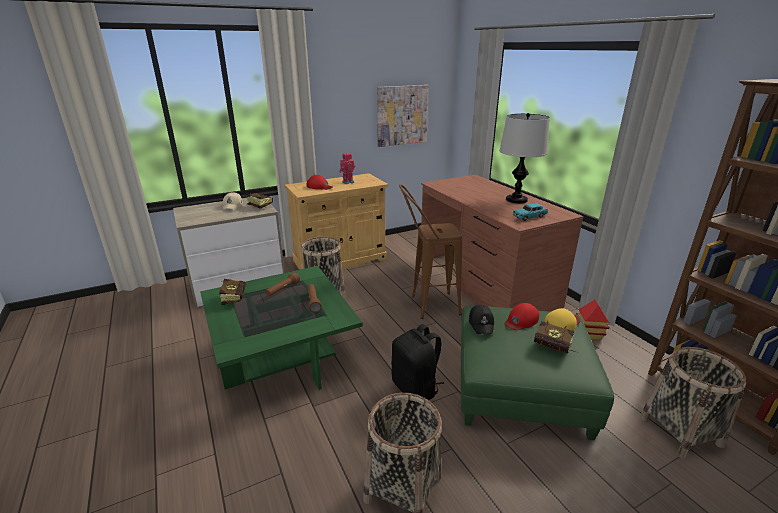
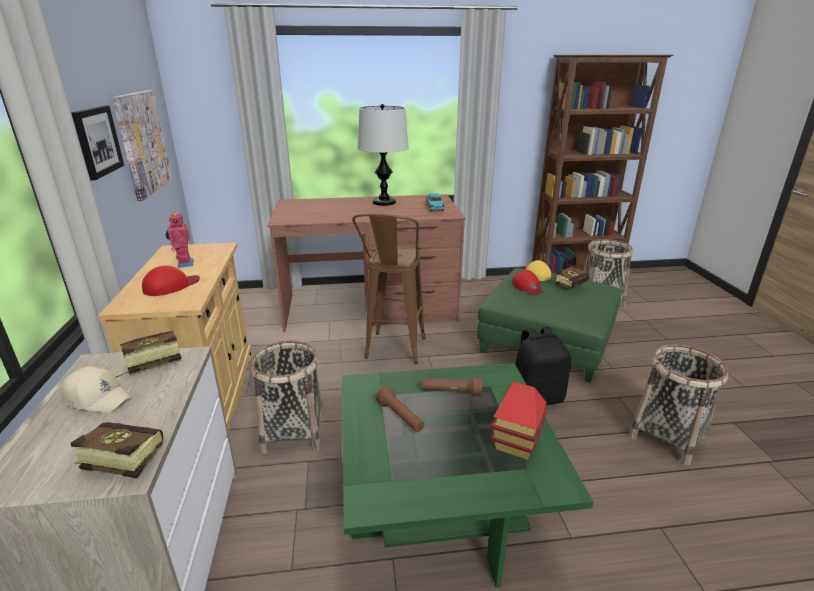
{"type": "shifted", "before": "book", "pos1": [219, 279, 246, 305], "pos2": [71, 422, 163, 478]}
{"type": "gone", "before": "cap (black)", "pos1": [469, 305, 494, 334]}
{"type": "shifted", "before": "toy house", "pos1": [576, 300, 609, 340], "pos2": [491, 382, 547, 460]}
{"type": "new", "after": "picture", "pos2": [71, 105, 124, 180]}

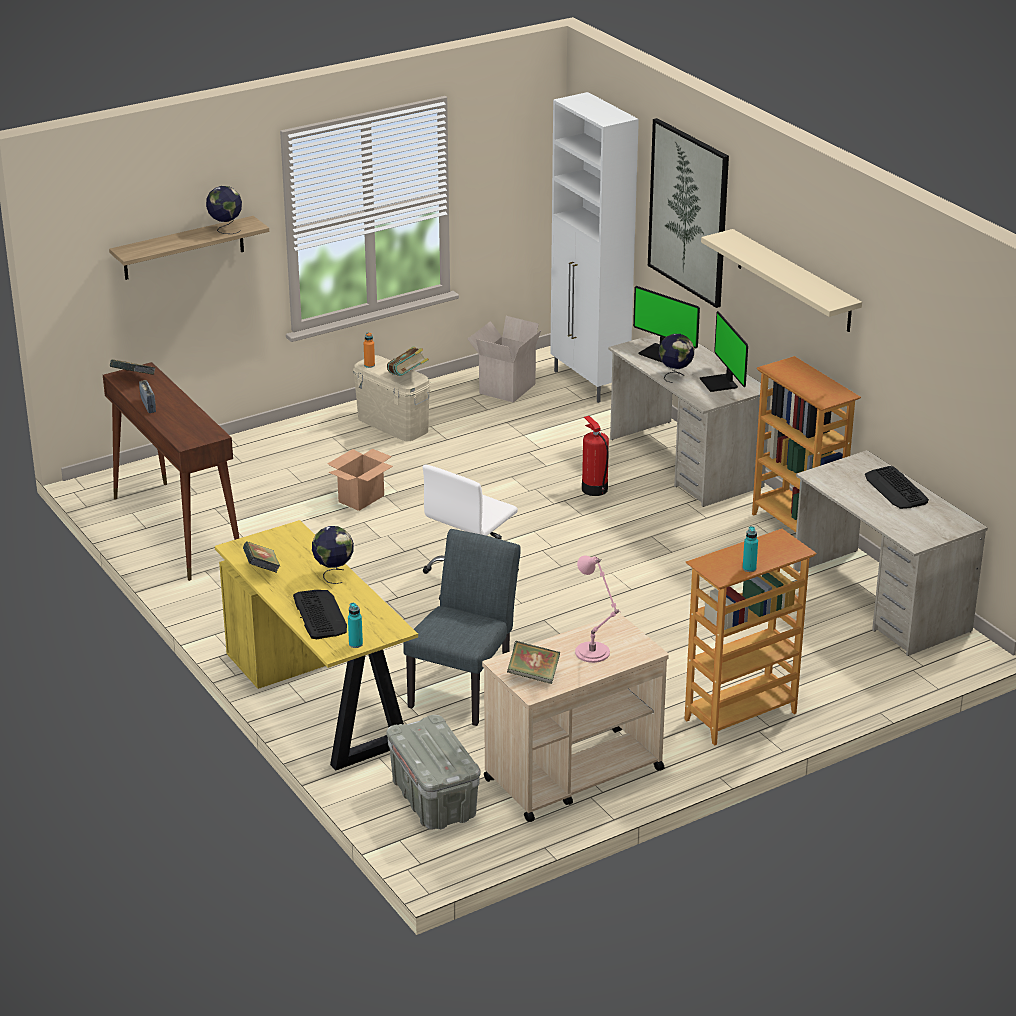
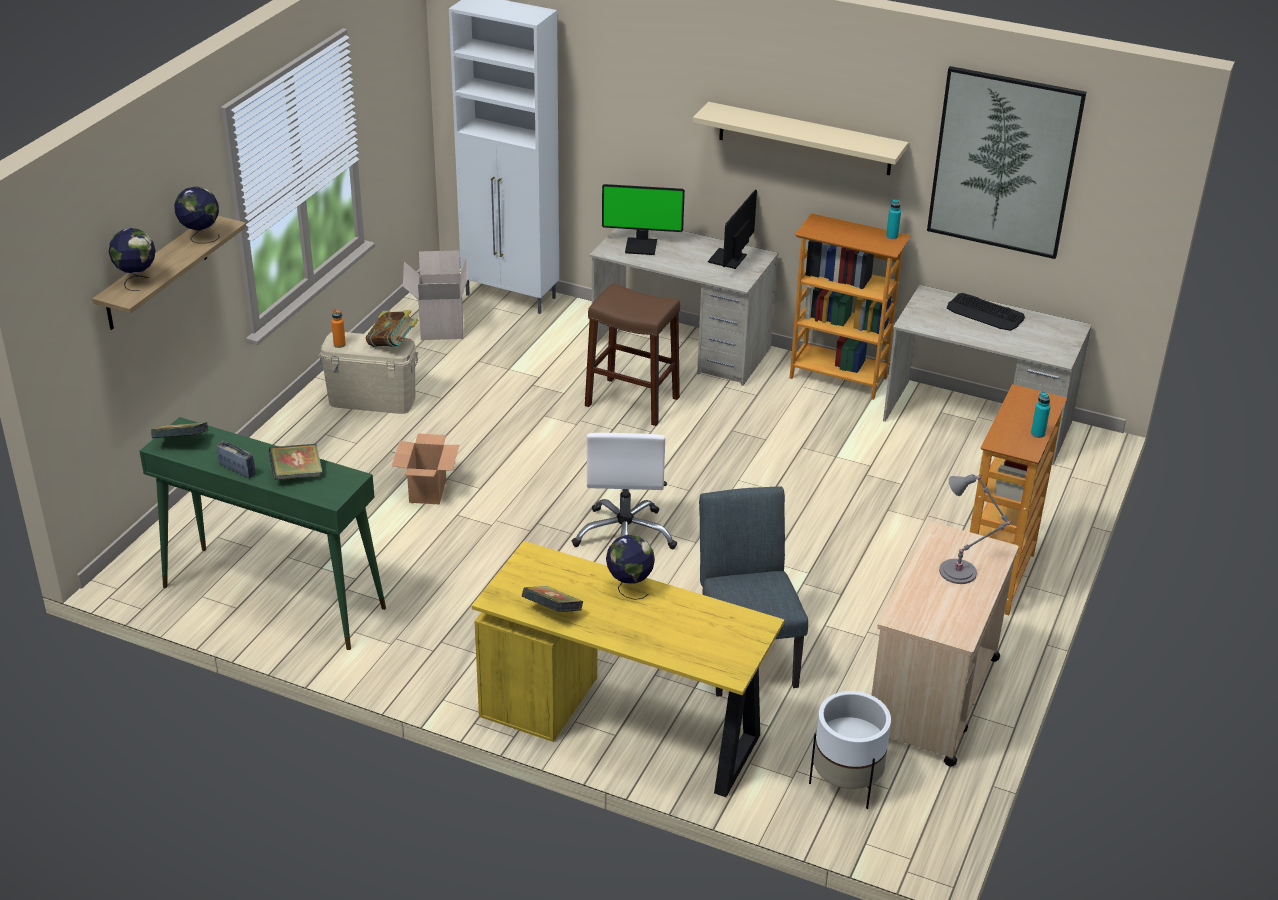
{"type": "repainted", "before": "console table (brown)", "after": "console table (green)", "pos1": [103, 362, 239, 581], "pos2": [140, 417, 386, 650]}
{"type": "gone", "before": "keyboard", "pos1": [293, 590, 347, 639]}
{"type": "shifted", "before": "bottle (turquoise)", "pos1": [348, 603, 363, 648], "pos2": [886, 199, 901, 239]}
{"type": "swapped", "before": "storage box (grey)", "after": "planter (white)", "pos1": [387, 715, 481, 830], "pos2": [809, 691, 891, 809]}
{"type": "shifted", "before": "book", "pos1": [507, 641, 560, 684], "pos2": [269, 444, 322, 480]}
{"type": "repainted", "before": "table lamp (pink)", "after": "table lamp (grey)", "pos1": [575, 556, 620, 663], "pos2": [939, 474, 1011, 584]}
{"type": "swapped", "before": "fire extinguisher", "after": "stool (brown)", "pos1": [582, 416, 609, 496], "pos2": [585, 283, 680, 426]}
{"type": "shifted", "before": "picture", "pos1": [648, 118, 729, 308], "pos2": [927, 66, 1086, 259]}
{"type": "shifted", "before": "globe", "pos1": [659, 334, 694, 383], "pos2": [109, 228, 155, 291]}
{"type": "rotated", "before": "monitor", "pos1": [700, 311, 748, 392], "pos2": [708, 190, 757, 269], "turn": 75}

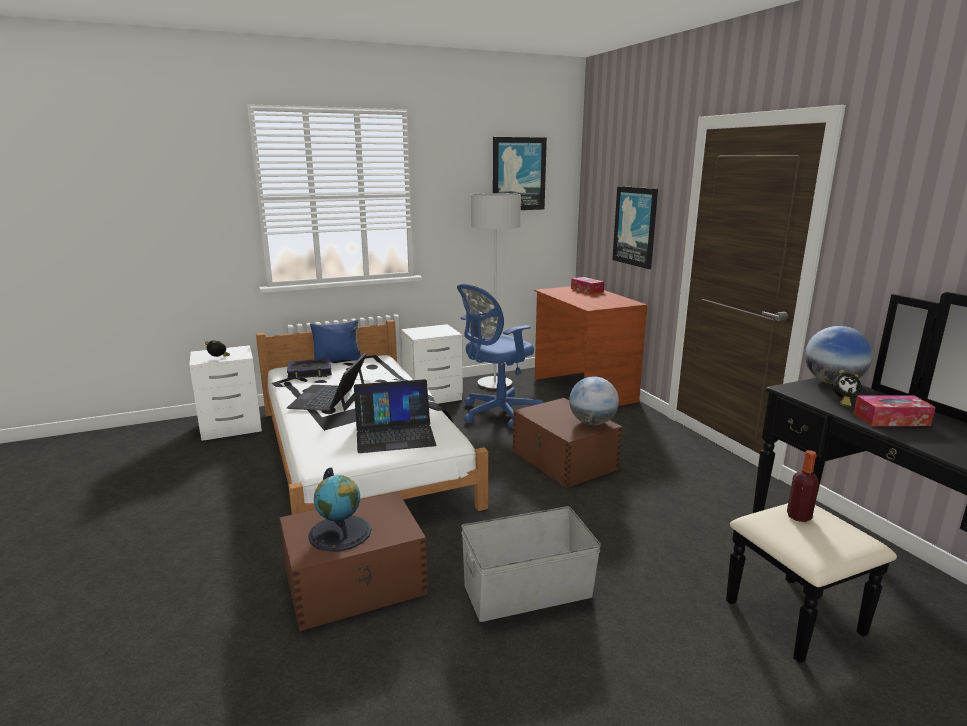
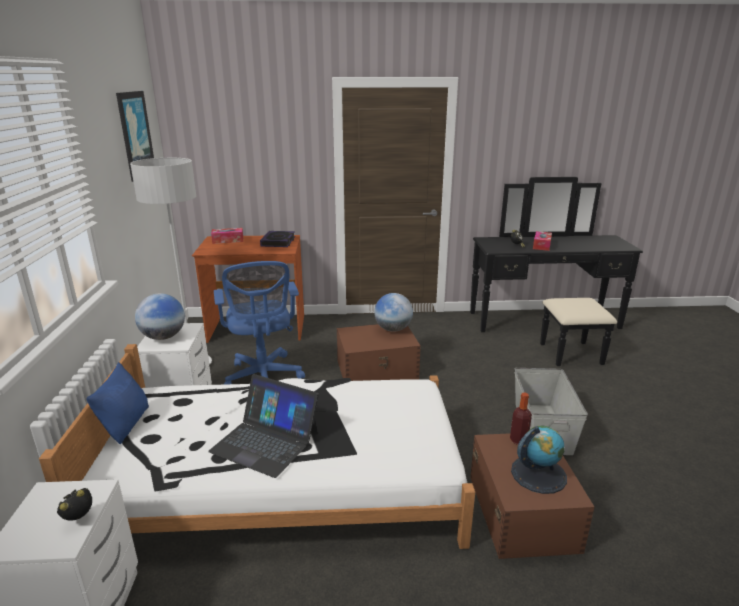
{"type": "shifted", "before": "book", "pos1": [287, 358, 332, 379], "pos2": [260, 231, 295, 247]}
{"type": "gone", "before": "laptop", "pos1": [354, 379, 436, 453]}
{"type": "gone", "before": "picture", "pos1": [612, 186, 658, 269]}
{"type": "shifted", "before": "bottle", "pos1": [787, 450, 819, 522], "pos2": [510, 393, 532, 445]}
{"type": "shifted", "before": "globe", "pos1": [805, 326, 873, 384], "pos2": [135, 293, 185, 340]}

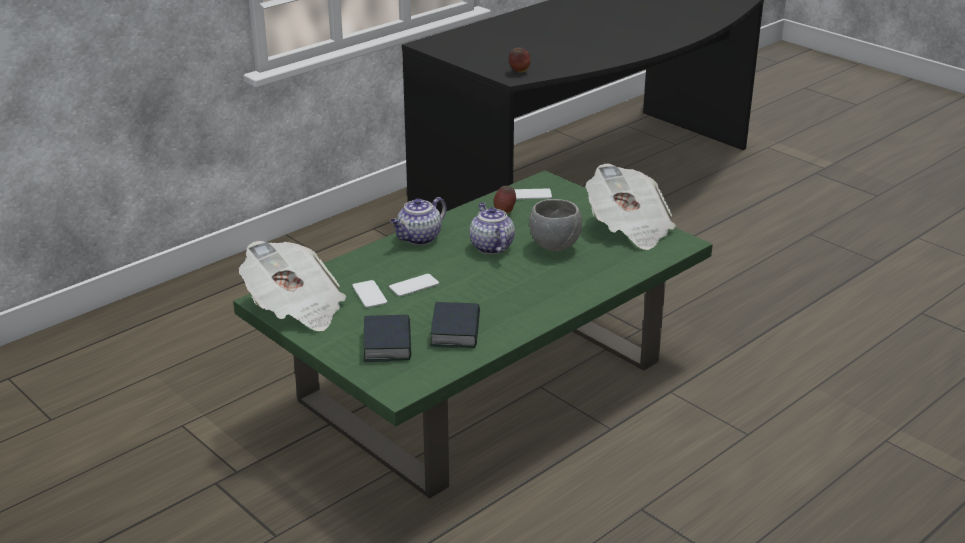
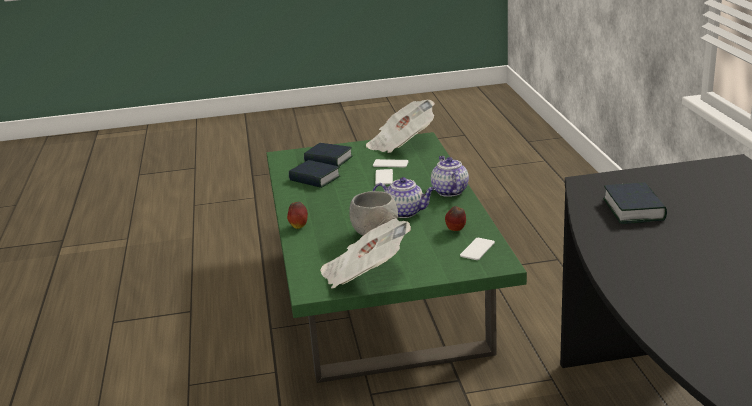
{"type": "shifted", "before": "apple", "pos1": [509, 47, 530, 73], "pos2": [287, 202, 308, 229]}
{"type": "new", "after": "book", "pos2": [603, 182, 667, 224]}

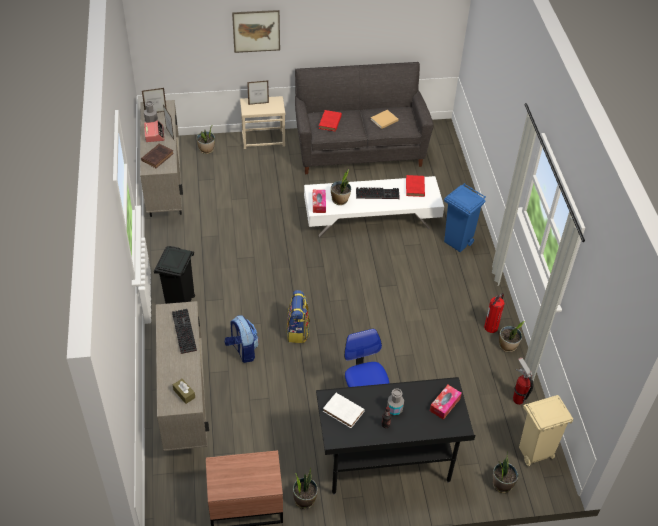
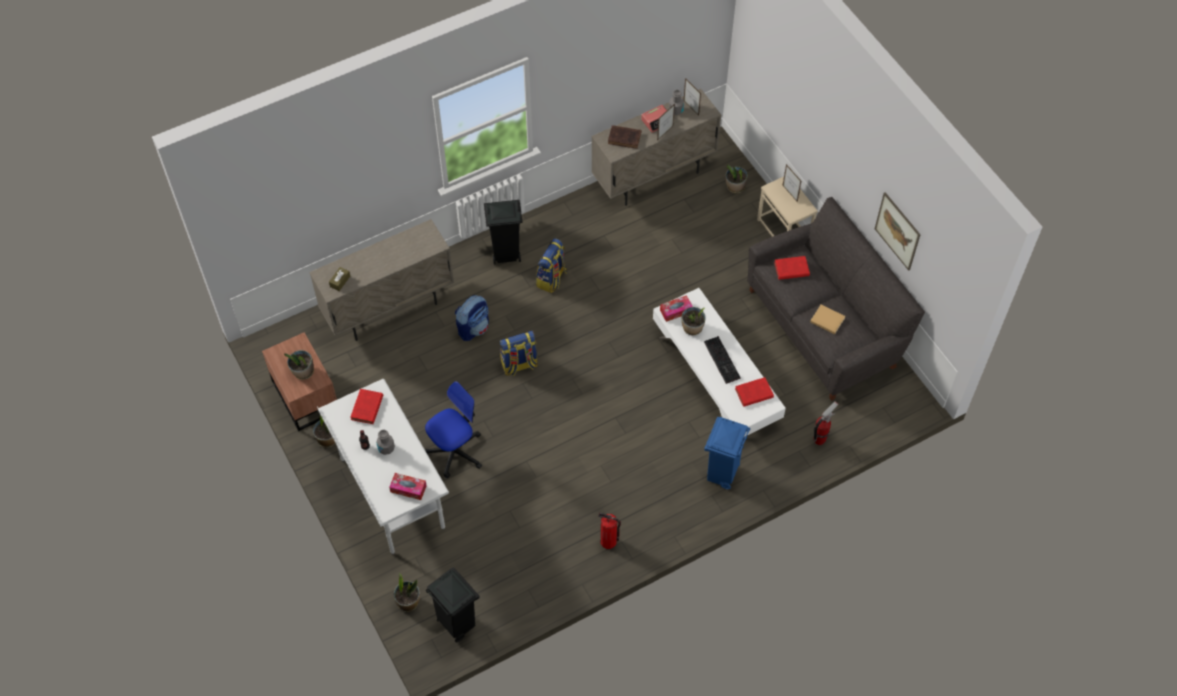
{"type": "gone", "before": "keyboard", "pos1": [172, 309, 197, 354]}
{"type": "shifted", "before": "picture", "pos1": [232, 10, 280, 53], "pos2": [875, 192, 921, 271]}
{"type": "repainted", "before": "desk (black)", "after": "desk (white)", "pos1": [316, 377, 475, 495], "pos2": [317, 379, 449, 554]}
{"type": "repainted", "before": "book (white)", "after": "book (red)", "pos1": [323, 393, 365, 428], "pos2": [350, 389, 383, 424]}
{"type": "shifted", "before": "potted plant", "pos1": [499, 321, 525, 352], "pos2": [284, 350, 314, 380]}
{"type": "shifted", "before": "fire extinguisher", "pos1": [513, 358, 533, 405], "pos2": [814, 401, 839, 445]}
{"type": "repainted", "before": "trash can (beige)", "after": "trash can (black)", "pos1": [519, 395, 573, 466], "pos2": [426, 567, 480, 642]}
{"type": "new", "after": "backpack", "pos2": [536, 238, 567, 293]}

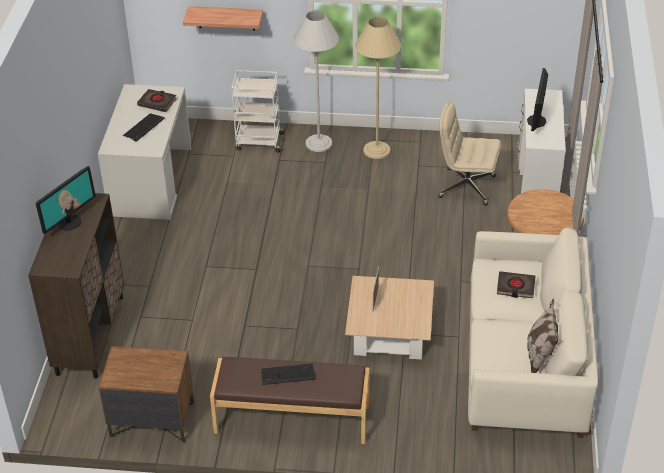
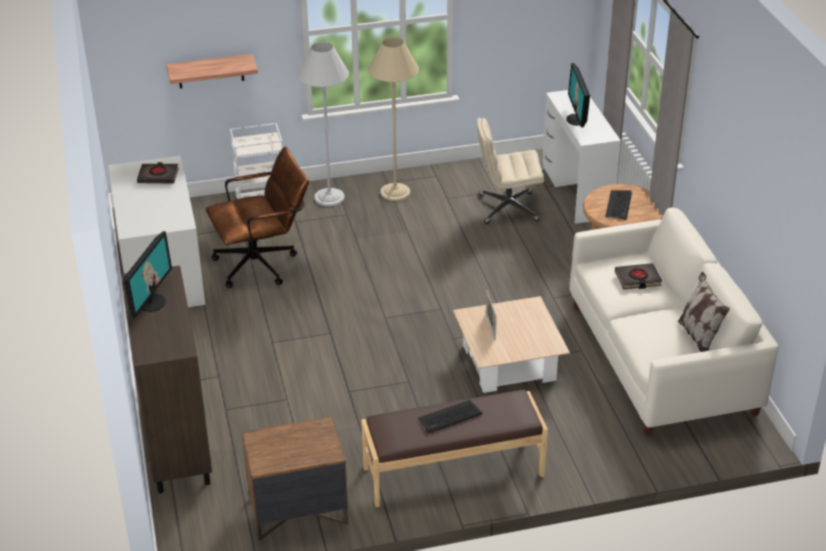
{"type": "shifted", "before": "keyboard", "pos1": [123, 113, 165, 141], "pos2": [605, 190, 632, 220]}
{"type": "new", "after": "office chair (brown)", "pos2": [206, 147, 309, 288]}

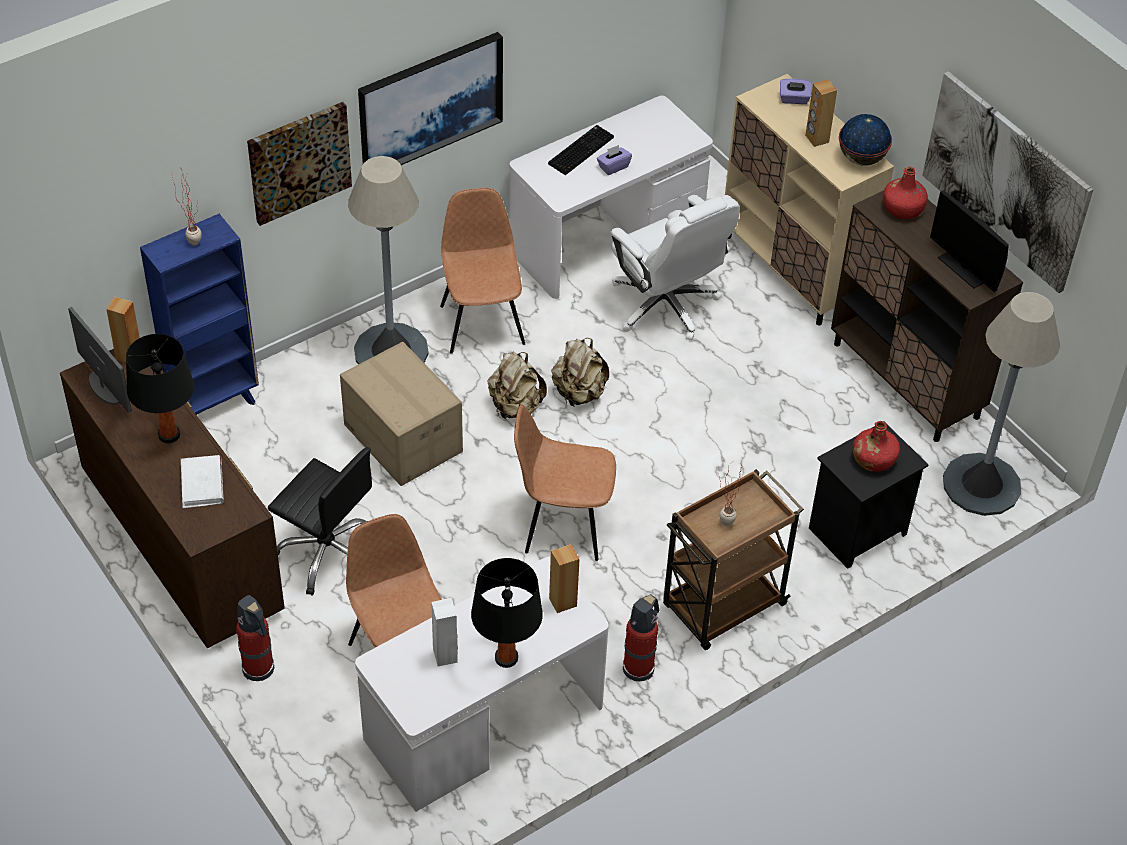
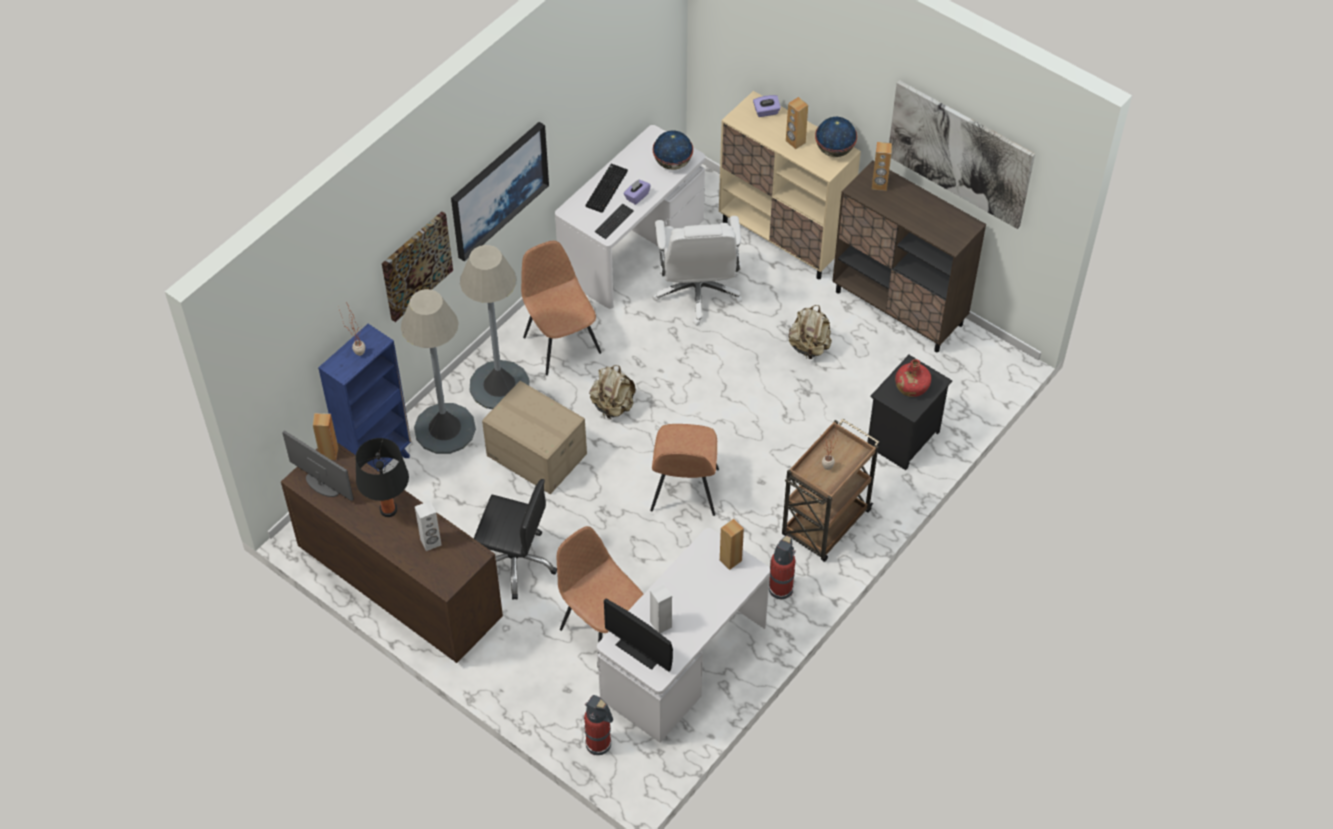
{"type": "swapped", "before": "book (white)", "after": "speaker (white)", "pos1": [181, 455, 224, 508], "pos2": [415, 501, 441, 551]}
{"type": "shifted", "before": "fire extinguisher", "pos1": [236, 595, 274, 681], "pos2": [584, 695, 613, 755]}
{"type": "gone", "before": "table lamp (black)", "pos1": [471, 558, 543, 668]}
{"type": "rotated", "before": "chair (brown)", "pos1": [514, 404, 616, 561], "pos2": [650, 424, 719, 516], "turn": -75}
{"type": "shifted", "before": "backpack (beige)", "pos1": [551, 338, 609, 407], "pos2": [788, 305, 832, 360]}
{"type": "rotated", "before": "office chair (white)", "pos1": [610, 195, 740, 340], "pos2": [652, 216, 742, 326], "turn": 45}
{"type": "swapped", "before": "bottle (red)", "after": "speaker (brown)", "pos1": [883, 167, 928, 219], "pos2": [872, 142, 892, 191]}
{"type": "shifted", "before": "monitor", "pos1": [930, 190, 1009, 292], "pos2": [604, 598, 673, 672]}
{"type": "shifted", "before": "floor lamp (grey)", "pos1": [943, 292, 1060, 516], "pos2": [401, 289, 476, 454]}
{"type": "new", "after": "keyboard", "pos2": [594, 204, 634, 239]}
{"type": "new", "after": "globe", "pos2": [653, 130, 693, 170]}

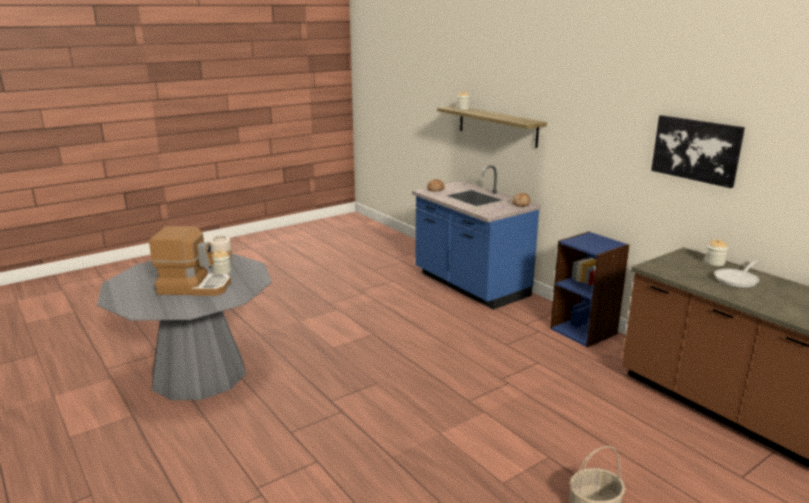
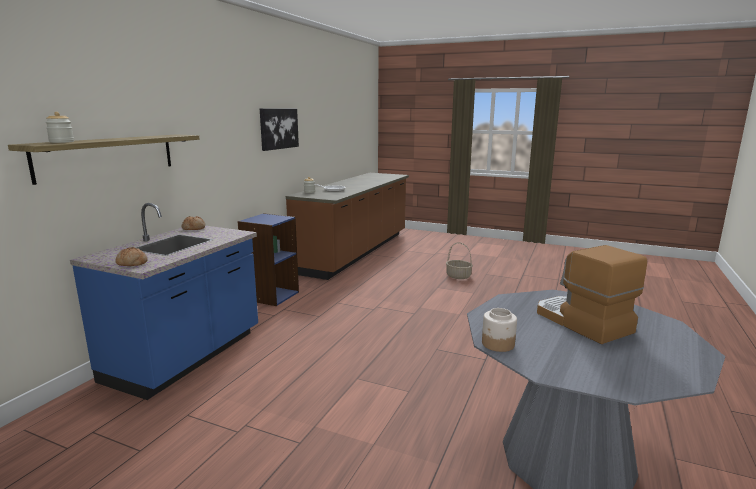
{"type": "gone", "before": "jar", "pos1": [212, 250, 231, 274]}

